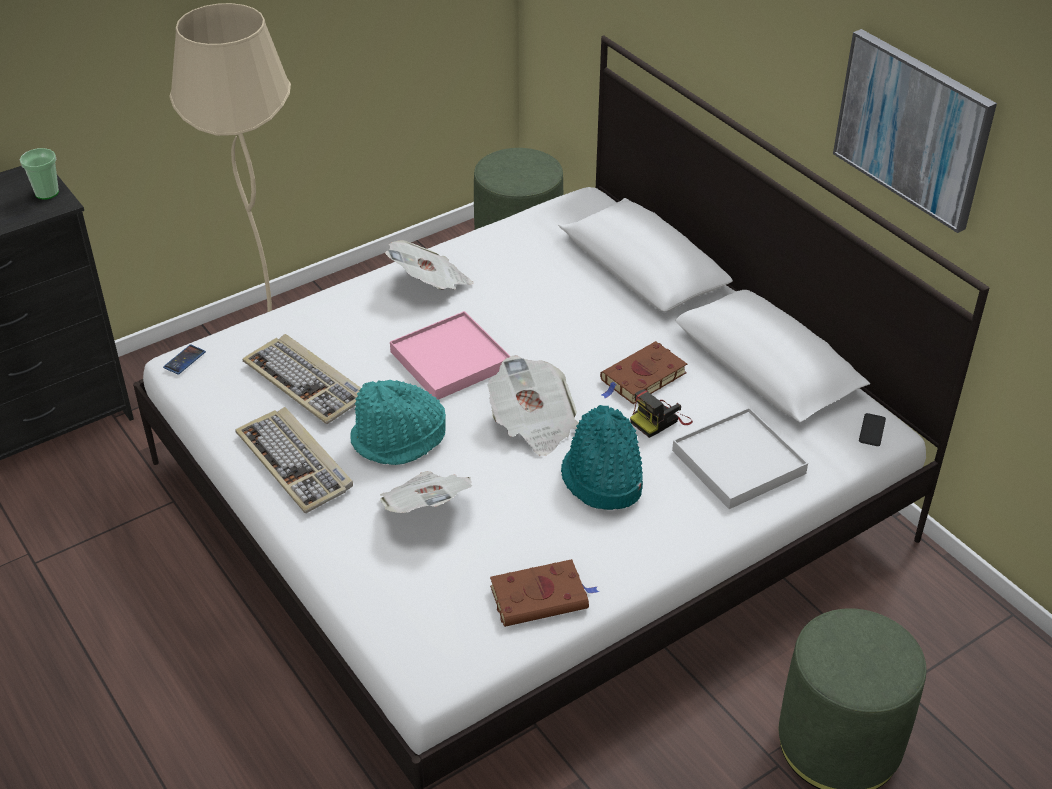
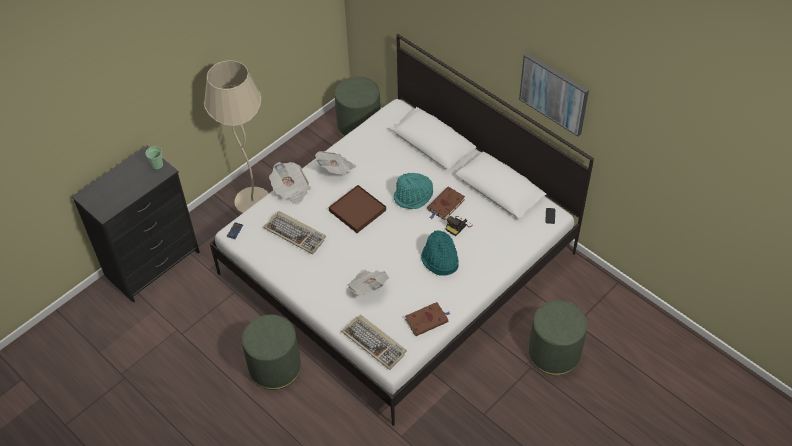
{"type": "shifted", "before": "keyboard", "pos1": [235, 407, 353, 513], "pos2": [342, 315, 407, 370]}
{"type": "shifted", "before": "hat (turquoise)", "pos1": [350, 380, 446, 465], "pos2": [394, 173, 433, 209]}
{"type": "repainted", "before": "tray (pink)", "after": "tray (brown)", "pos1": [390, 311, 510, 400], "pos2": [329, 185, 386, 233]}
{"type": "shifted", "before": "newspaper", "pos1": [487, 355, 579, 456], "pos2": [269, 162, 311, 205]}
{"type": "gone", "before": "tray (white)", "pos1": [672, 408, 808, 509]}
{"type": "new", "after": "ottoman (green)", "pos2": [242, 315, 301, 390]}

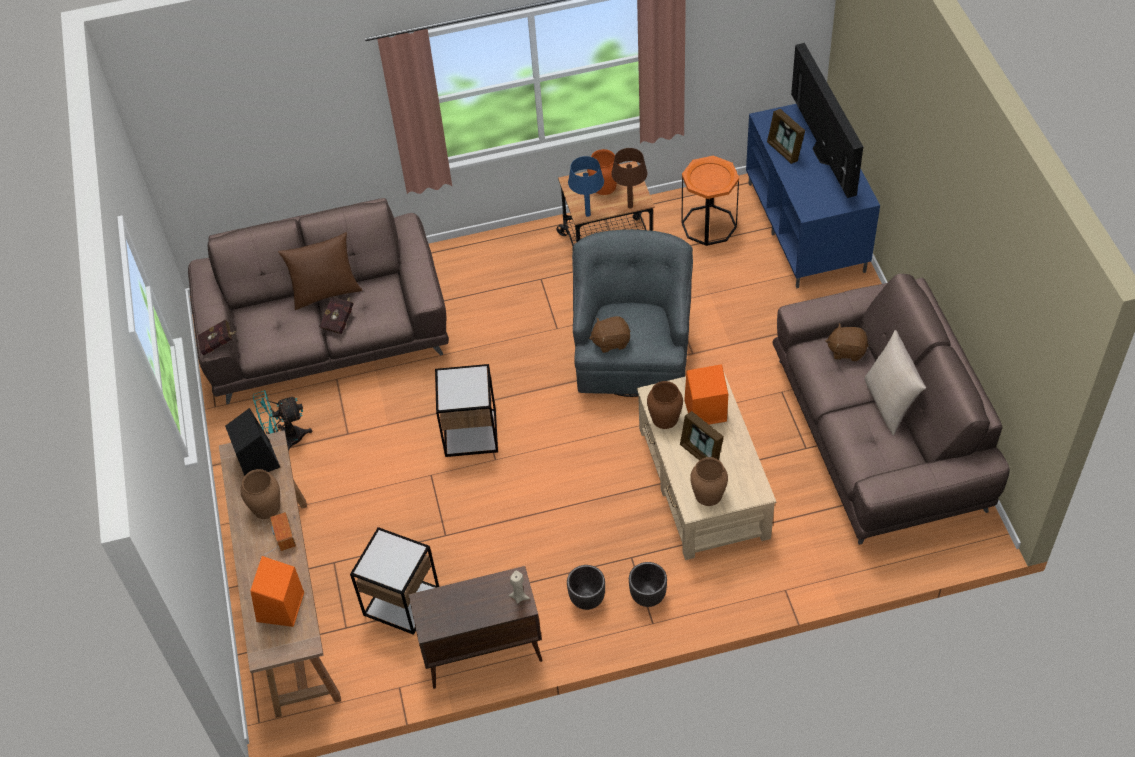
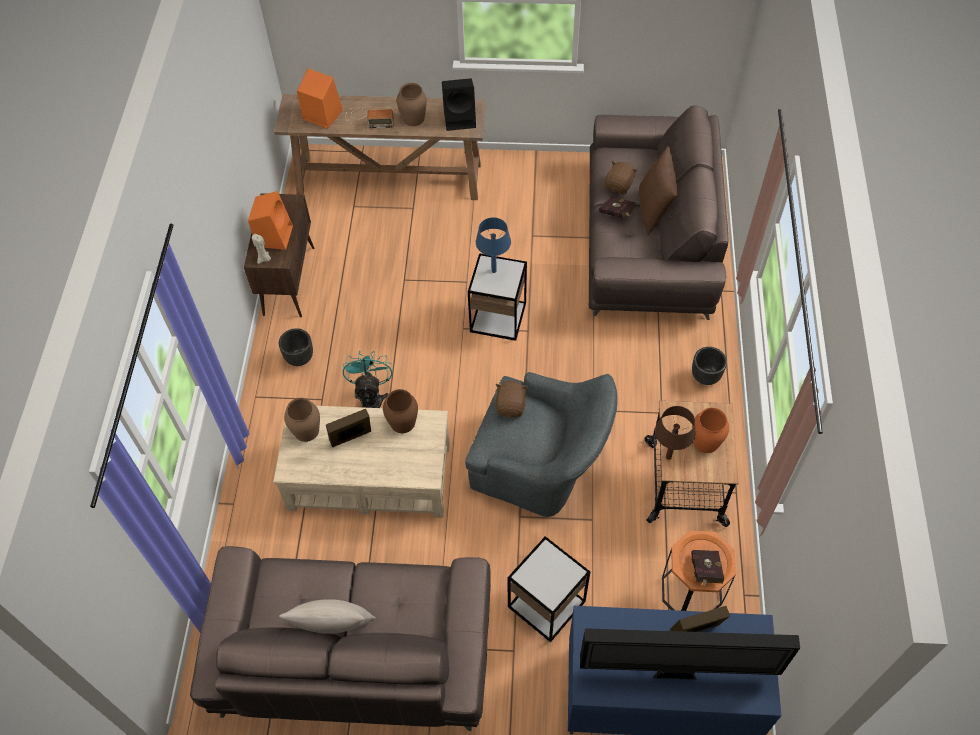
{"type": "shifted", "before": "book (red)", "pos1": [198, 319, 236, 355], "pos2": [691, 550, 724, 587]}
{"type": "shifted", "before": "fan (turquoise)", "pos1": [253, 390, 312, 451], "pos2": [343, 351, 392, 408]}
{"type": "shifted", "before": "side table", "pos1": [350, 527, 439, 635], "pos2": [508, 536, 590, 643]}
{"type": "shifted", "before": "table lamp (blue)", "pos1": [568, 156, 604, 217], "pos2": [476, 217, 511, 273]}
{"type": "shifted", "before": "planter (black)", "pos1": [629, 562, 667, 607], "pos2": [692, 347, 727, 385]}
{"type": "shifted", "before": "speaker (orange)", "pos1": [684, 364, 728, 425], "pos2": [248, 191, 293, 250]}
{"type": "shifted", "before": "plush toy (brown)", "pos1": [826, 323, 869, 361], "pos2": [605, 161, 638, 194]}

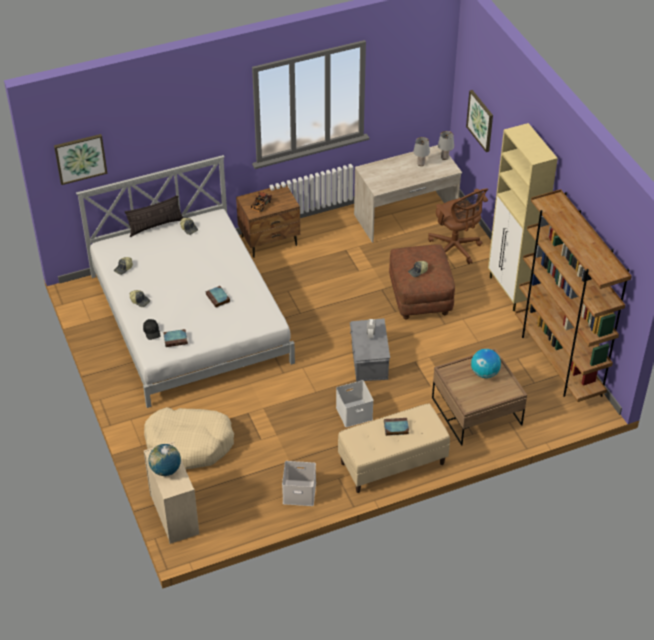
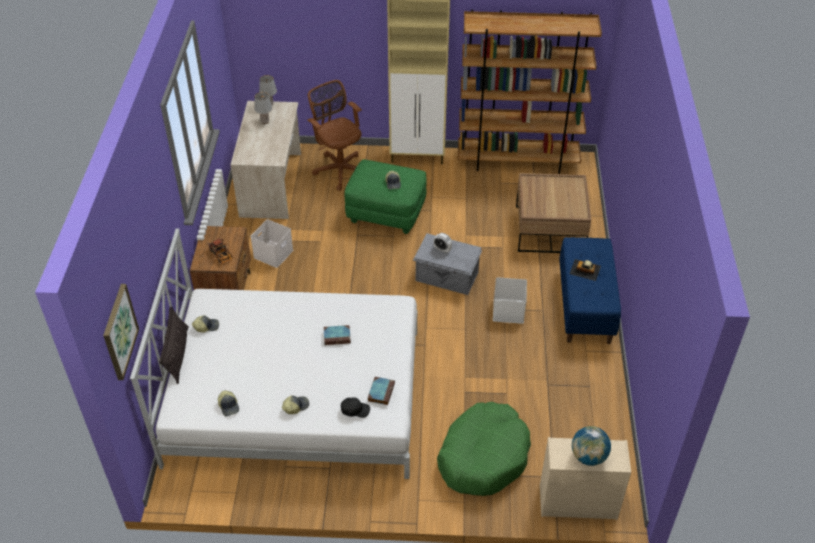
{"type": "repainted", "before": "dog bed (beige)", "after": "dog bed (green)", "pos1": [144, 407, 234, 469], "pos2": [437, 402, 531, 496]}
{"type": "shifted", "before": "storage box (white)", "pos1": [282, 461, 316, 506], "pos2": [250, 219, 293, 268]}
{"type": "repainted", "before": "bench (beige)", "after": "bench (blue)", "pos1": [338, 403, 450, 493], "pos2": [559, 237, 621, 344]}
{"type": "swapped", "before": "book", "after": "toy car", "pos1": [384, 418, 409, 436], "pos2": [570, 259, 601, 281]}
{"type": "repainted", "before": "ottoman (brown)", "after": "ottoman (green)", "pos1": [389, 244, 455, 320], "pos2": [345, 159, 427, 234]}
{"type": "rotated", "before": "office chair (brown)", "pos1": [428, 188, 489, 264], "pos2": [307, 80, 362, 191], "turn": -120}
{"type": "gone", "before": "picture", "pos1": [466, 90, 493, 152]}
{"type": "gone", "before": "globe", "pos1": [471, 349, 501, 378]}

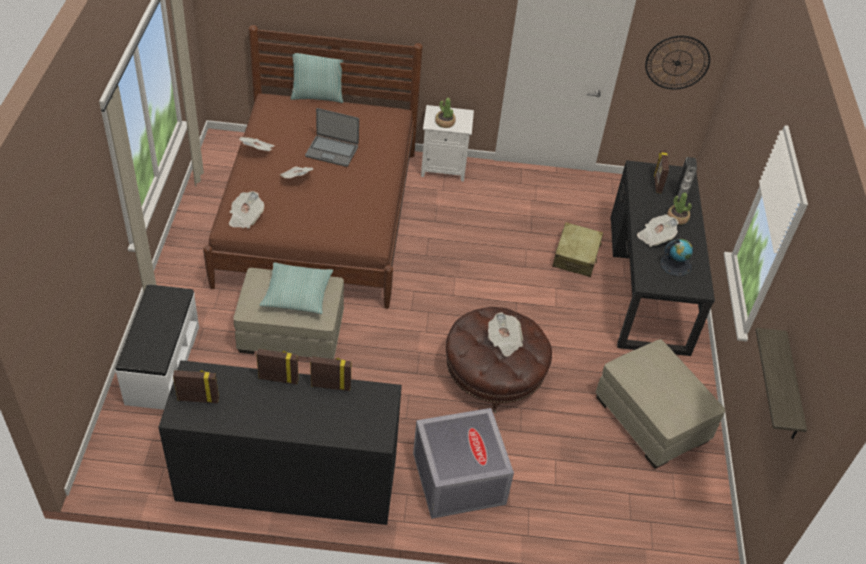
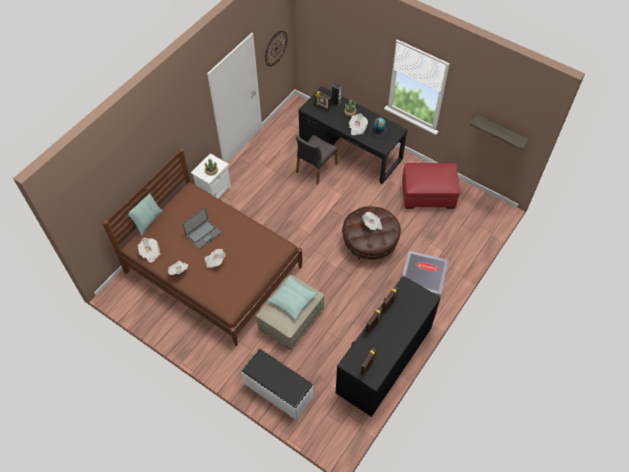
{"type": "shifted", "before": "newspaper", "pos1": [229, 191, 264, 229], "pos2": [138, 238, 160, 263]}
{"type": "swapped", "before": "suitcase (beige)", "after": "chair (grey)", "pos1": [552, 222, 603, 277], "pos2": [296, 135, 338, 185]}
{"type": "repainted", "before": "ottoman (beige)", "after": "ottoman (red)", "pos1": [595, 339, 725, 469], "pos2": [402, 163, 460, 209]}

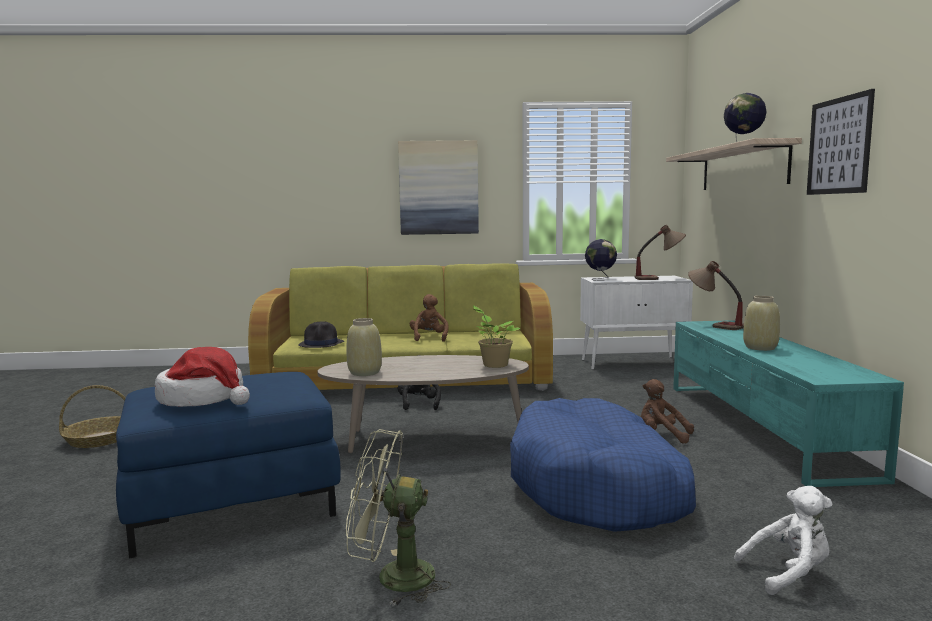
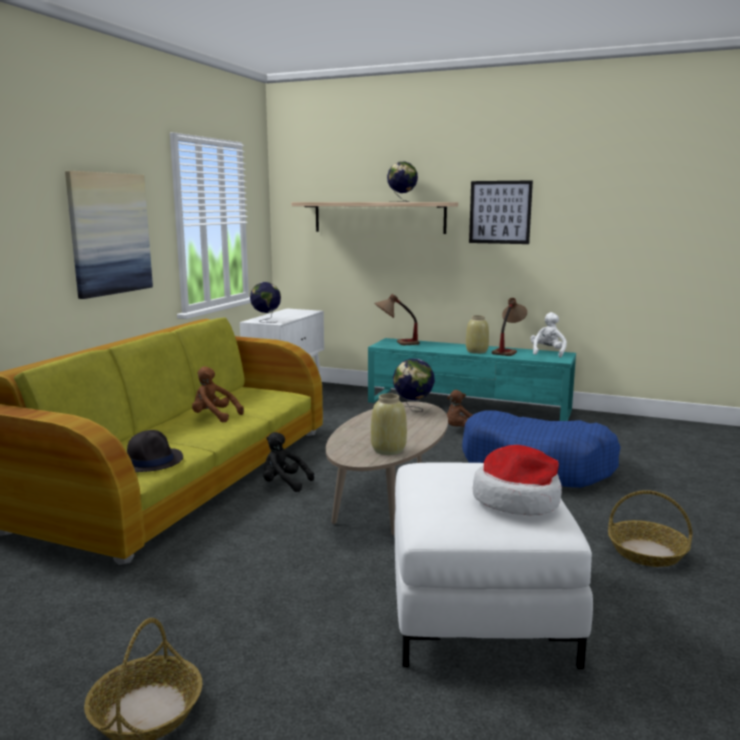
{"type": "repainted", "before": "ottoman (blue)", "after": "ottoman (white)", "pos1": [116, 372, 341, 559], "pos2": [395, 462, 593, 669]}
{"type": "swapped", "before": "fan (green)", "after": "basket", "pos1": [346, 429, 451, 606], "pos2": [608, 490, 692, 567]}
{"type": "swapped", "before": "potted plant", "after": "globe", "pos1": [473, 306, 520, 368], "pos2": [393, 359, 435, 412]}
{"type": "shifted", "before": "table lamp", "pos1": [634, 225, 686, 280], "pos2": [492, 298, 527, 356]}
{"type": "shifted", "before": "plush toy (white)", "pos1": [734, 486, 833, 595], "pos2": [530, 312, 567, 358]}

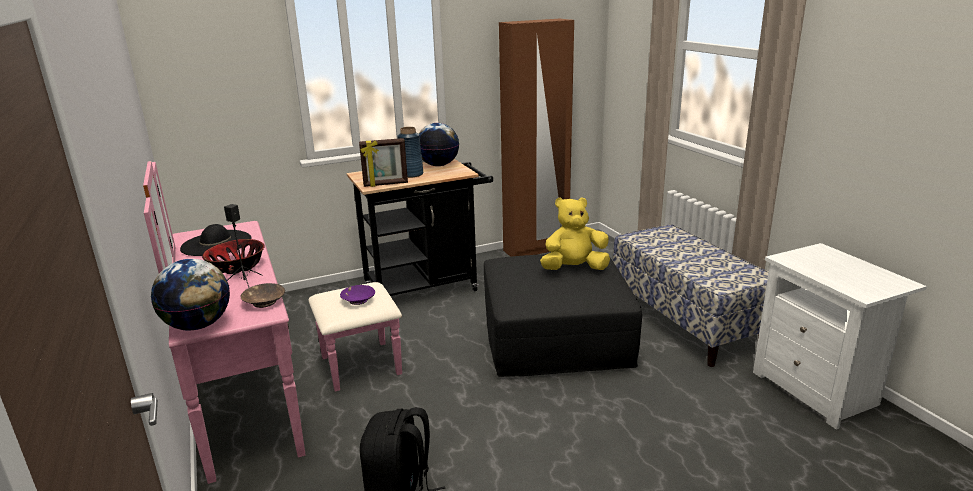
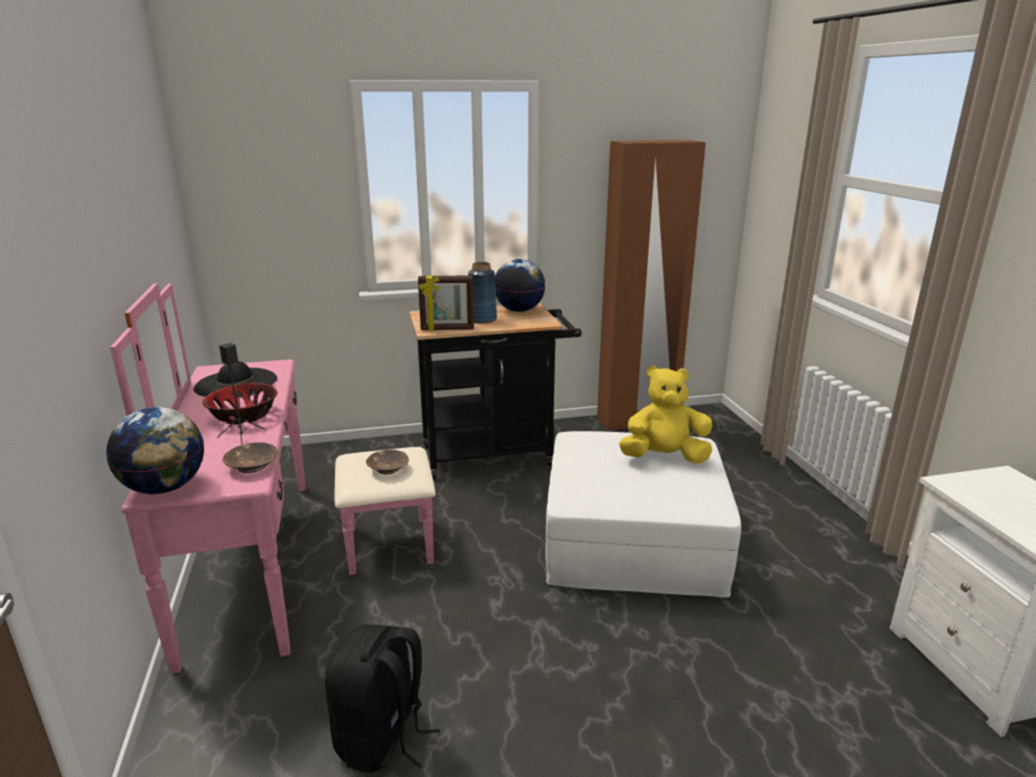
{"type": "repainted", "before": "bowl (purple)", "after": "bowl (brown)", "pos1": [340, 285, 375, 305], "pos2": [366, 450, 409, 474]}
{"type": "repainted", "before": "ottoman (black)", "after": "ottoman (white)", "pos1": [484, 254, 642, 377], "pos2": [546, 431, 741, 598]}
{"type": "gone", "before": "bench", "pos1": [613, 224, 769, 367]}

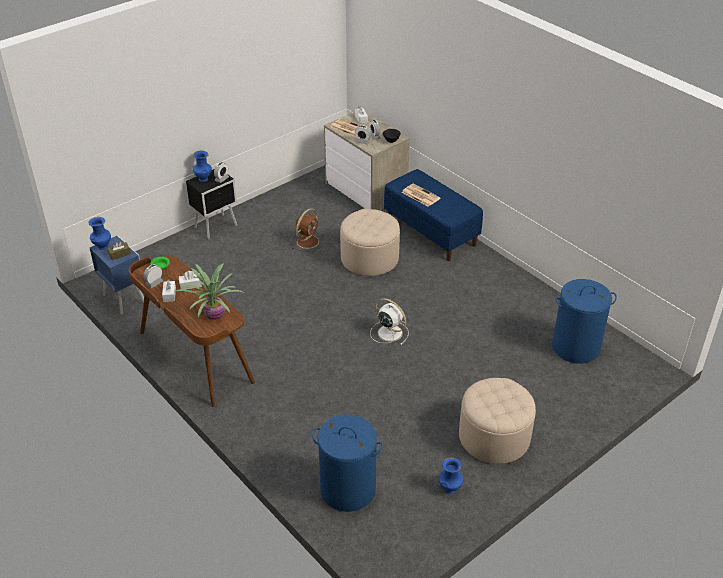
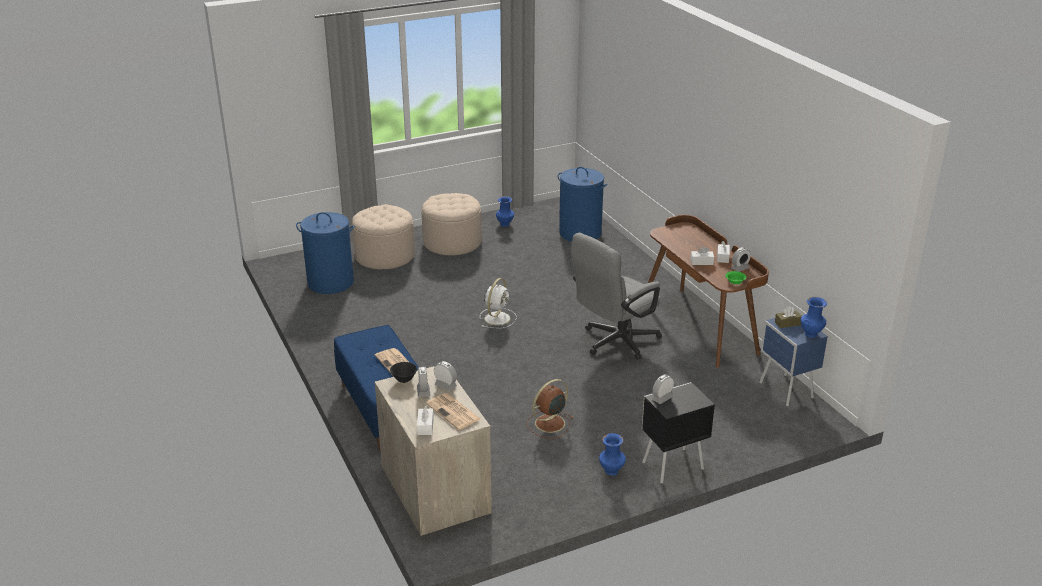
{"type": "gone", "before": "potted plant", "pos1": [174, 263, 243, 320]}
{"type": "shifted", "before": "vase (blue)", "pos1": [193, 151, 212, 182], "pos2": [599, 433, 626, 476]}
{"type": "shifted", "before": "ottoman (beige)", "pos1": [340, 209, 400, 276], "pos2": [352, 204, 415, 270]}
{"type": "rotated", "before": "fan (white)", "pos1": [370, 298, 409, 345], "pos2": [480, 278, 517, 328], "turn": -120}
{"type": "new", "after": "office chair (grey)", "pos2": [571, 233, 662, 360]}

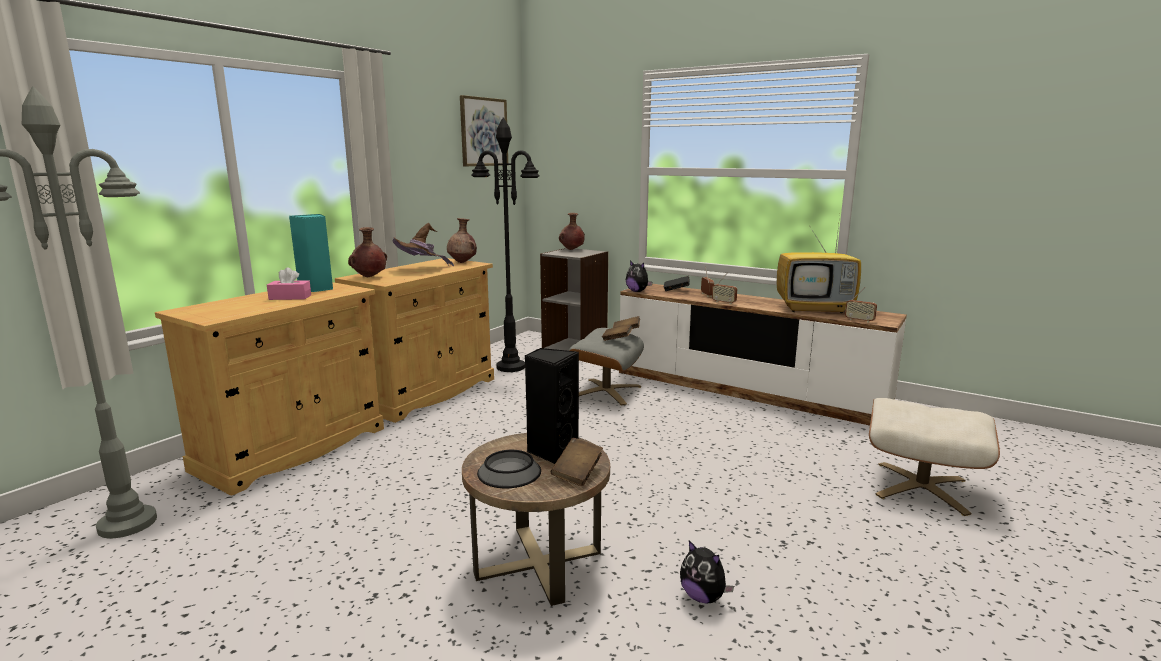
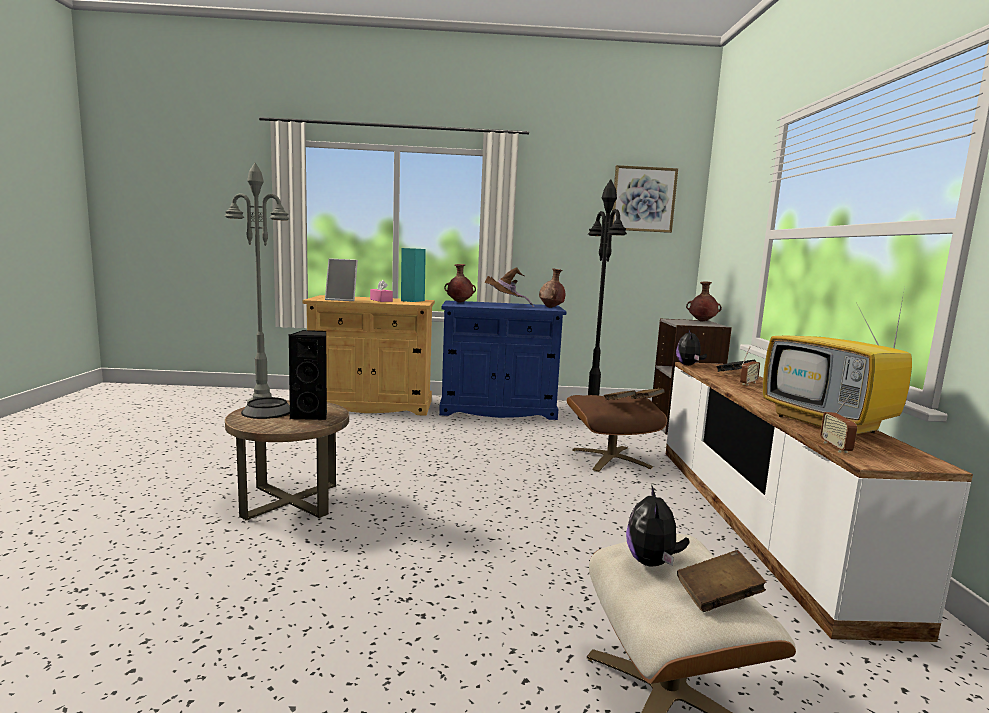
{"type": "repainted", "before": "cabinet (beige)", "after": "cabinet (blue)", "pos1": [335, 258, 494, 423], "pos2": [439, 300, 567, 420]}
{"type": "shifted", "before": "book (brown)", "pos1": [551, 438, 603, 486], "pos2": [677, 550, 766, 612]}
{"type": "repainted", "before": "ottoman (grey)", "after": "ottoman (brown)", "pos1": [568, 328, 644, 406], "pos2": [567, 395, 667, 472]}
{"type": "shifted", "before": "plush toy", "pos1": [680, 540, 734, 603], "pos2": [626, 484, 690, 566]}
{"type": "gone", "before": "radio", "pos1": [712, 272, 737, 304]}
{"type": "new", "after": "picture frame", "pos2": [325, 258, 358, 301]}

